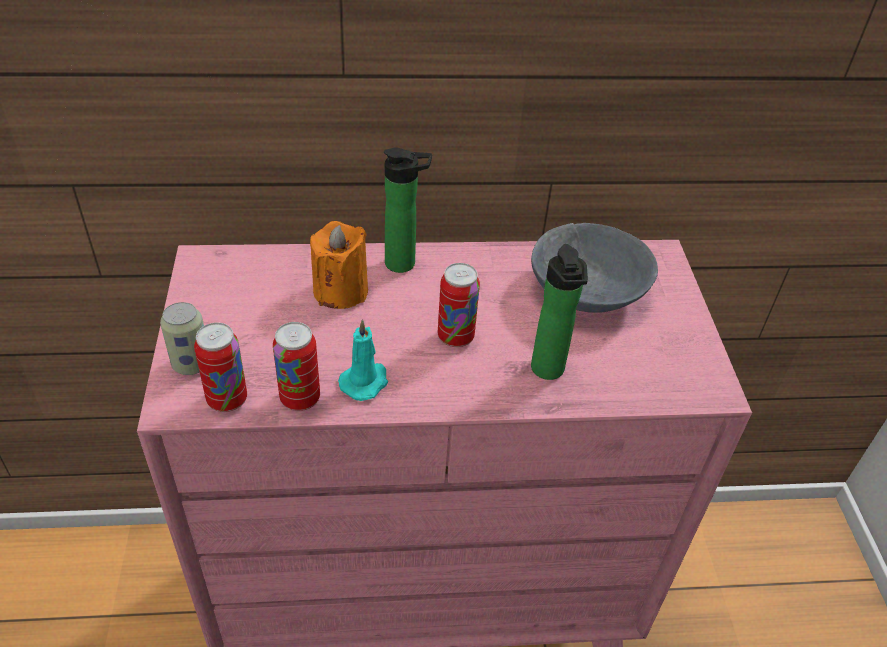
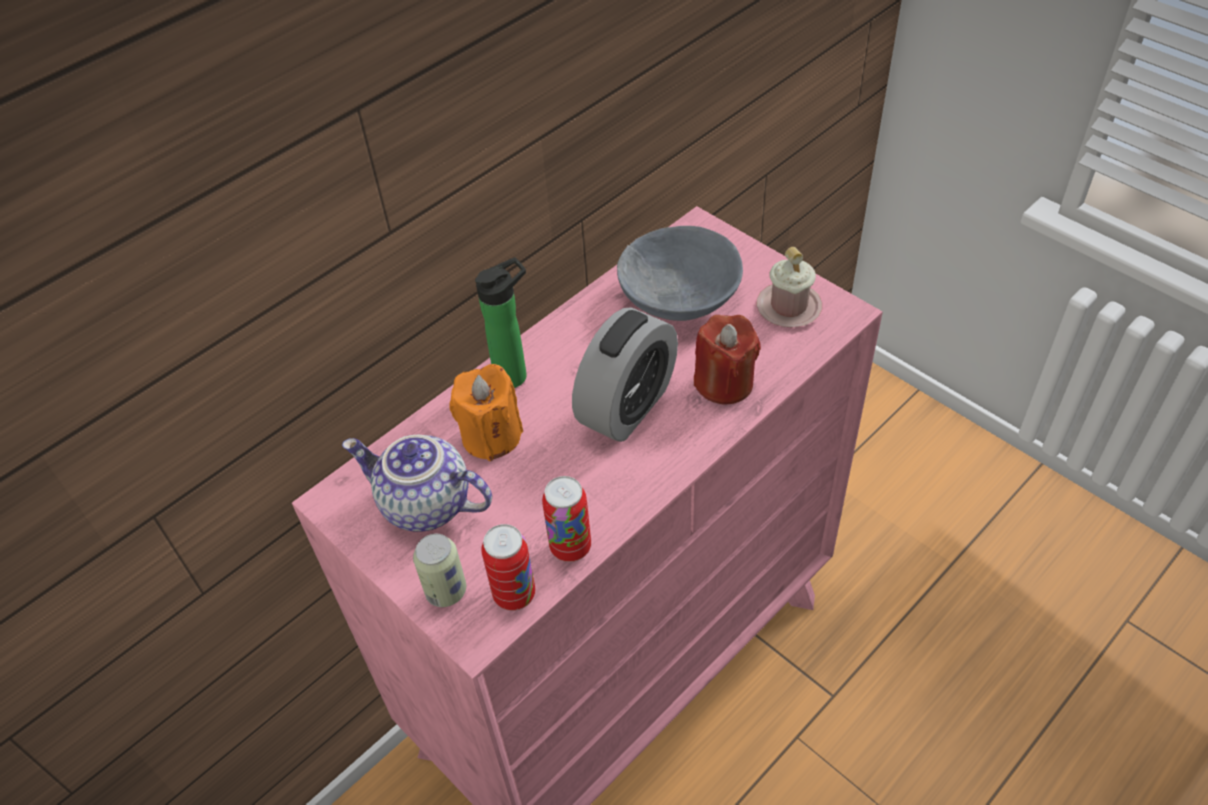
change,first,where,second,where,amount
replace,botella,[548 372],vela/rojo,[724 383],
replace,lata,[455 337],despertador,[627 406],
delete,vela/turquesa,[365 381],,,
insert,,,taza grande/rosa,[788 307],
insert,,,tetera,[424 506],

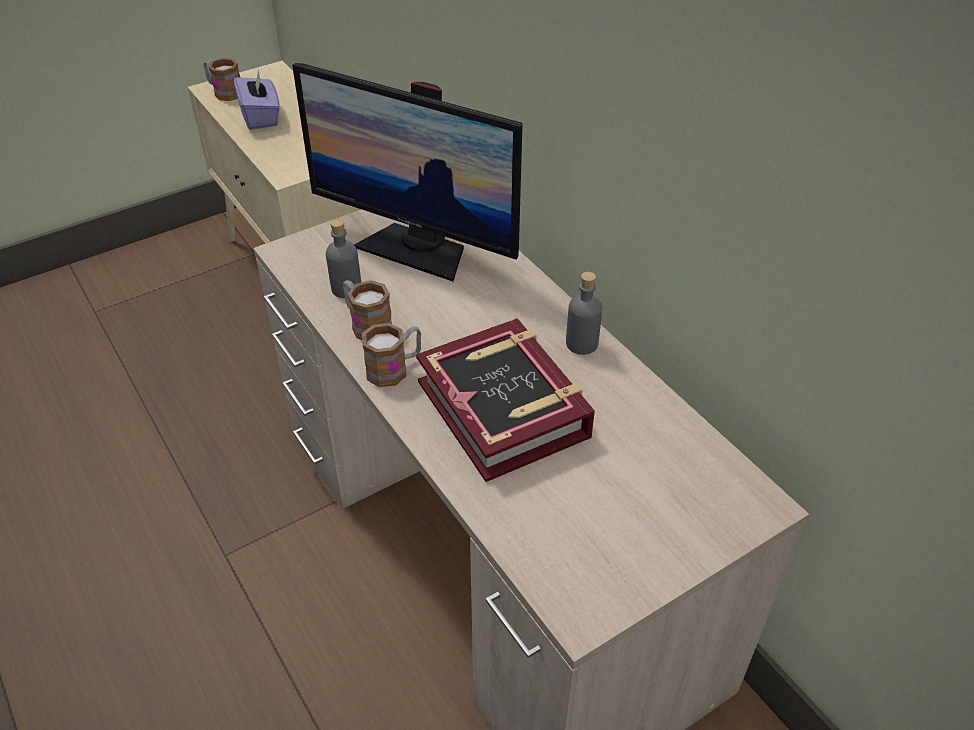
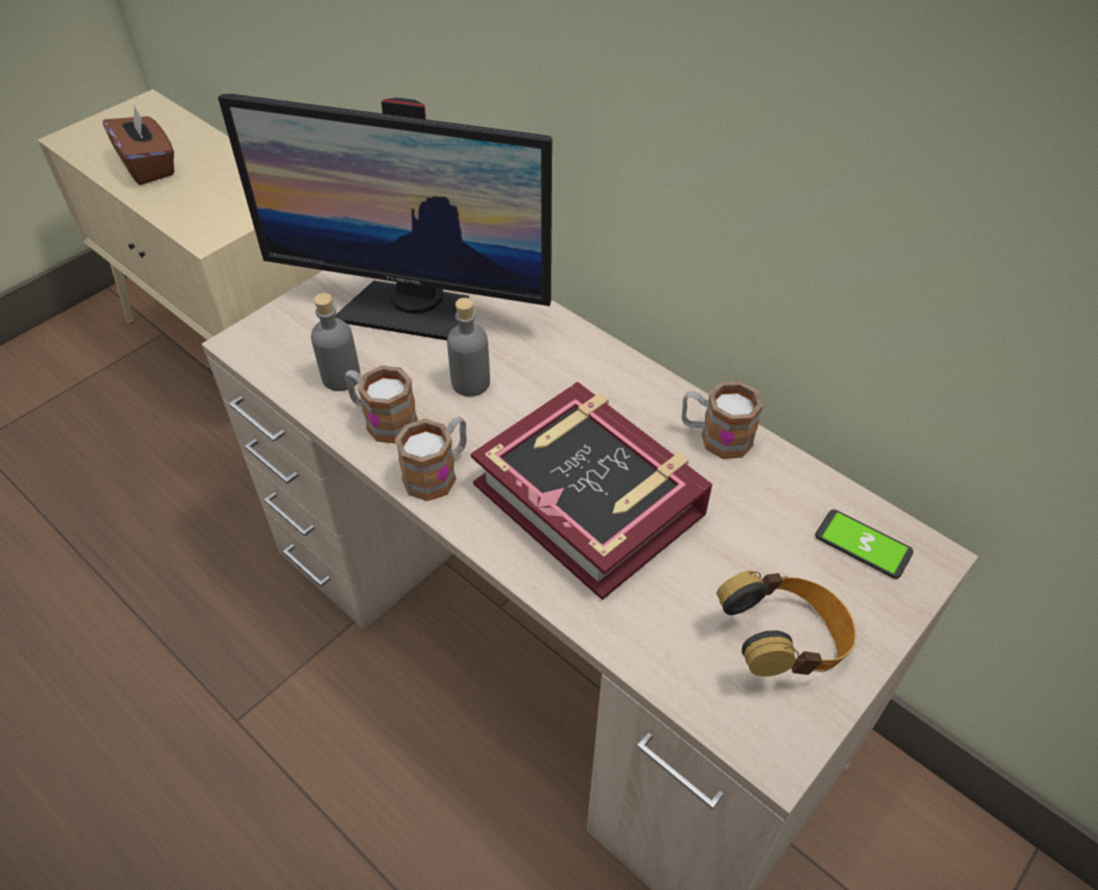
change,first,where,second,where,amount
move,taza grande,[224 92],,[715 437],
recolor,caja de pañuelos/morado,[261 117],caja de pañuelos/marrón,[149 166],
move,botella/gris,[581 343],,[470 382],
insert,,,móvil,[863 545],
insert,,,auriculares,[784 643],

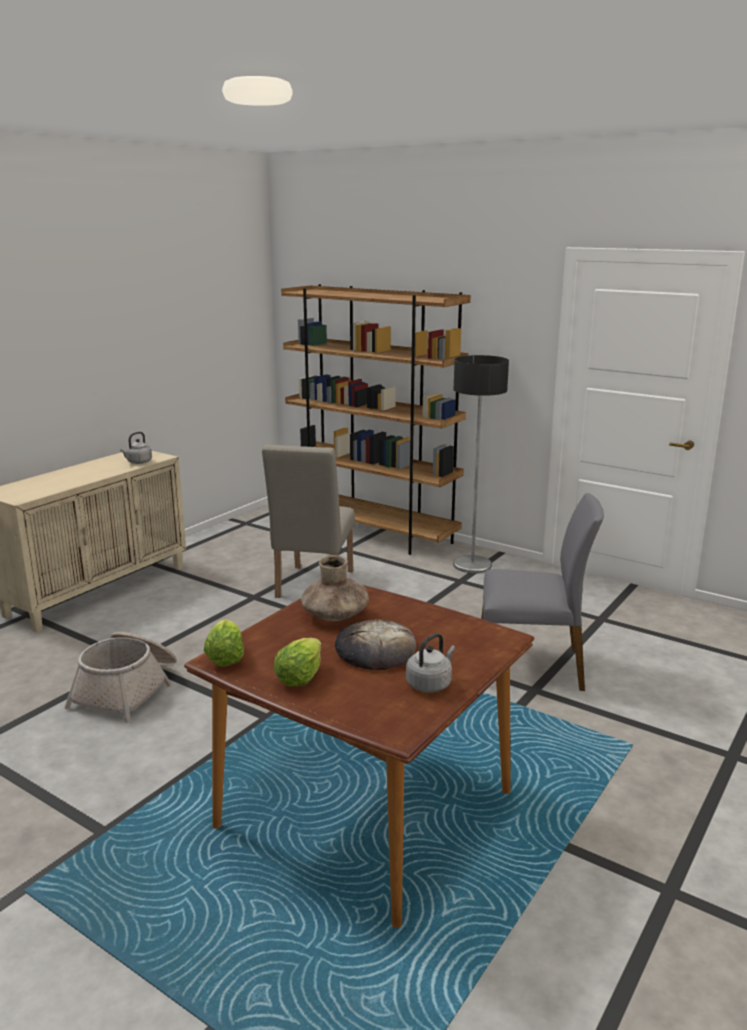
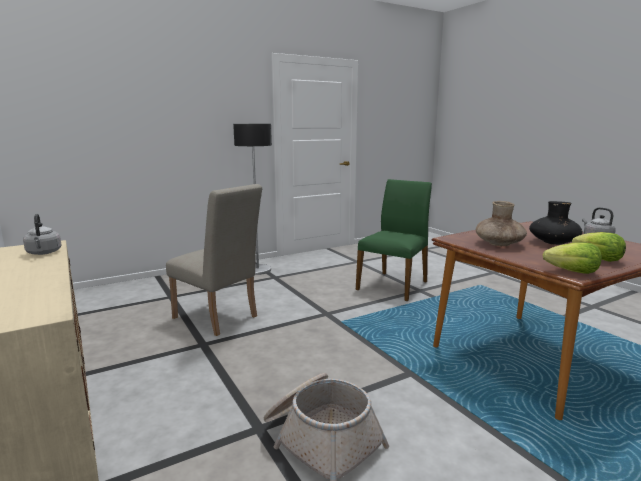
change,first,where,second,where,amount
delete,estantería/marrón,[373 533],,,
recolor,silla/gris,[530 665],silla/verde,[393 285],
replace,pan,[375 650],florero/negro,[553 242],

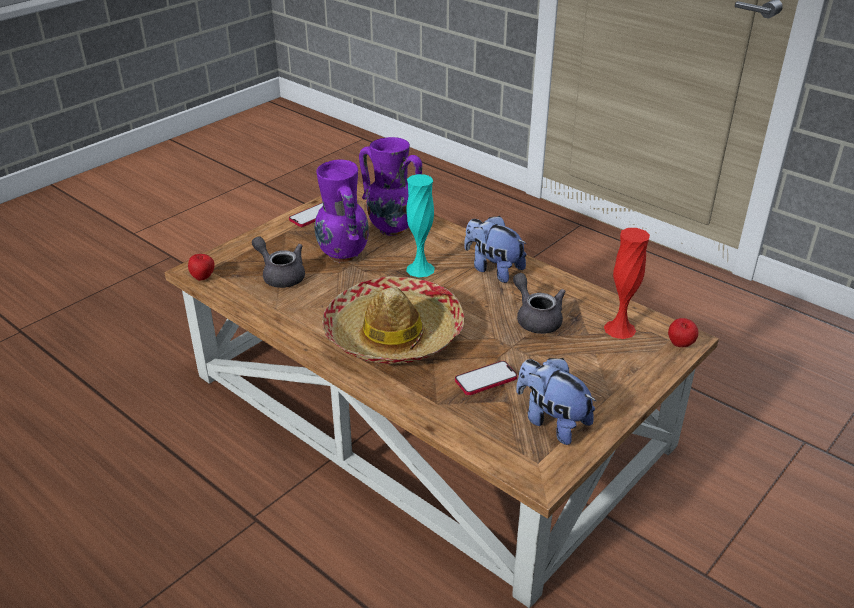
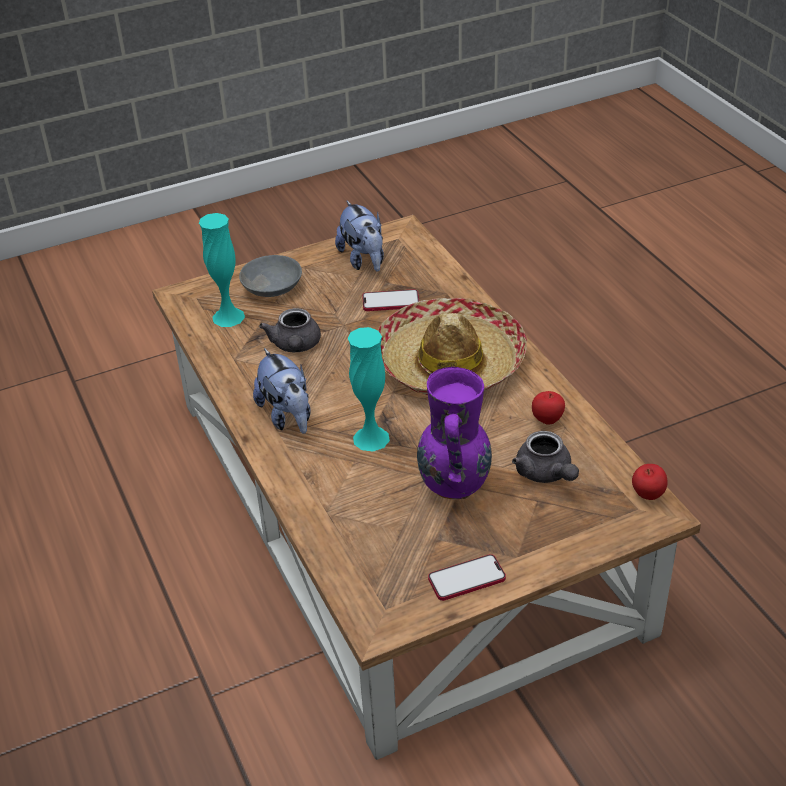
change,first,where,second,where,amount
delete,florero/morado,[392 229],,,
recolor,florero/rojo,[619 329],florero/turquesa,[228 317],
move,manzana,[680 345],,[547 420],
insert,,,cuenco/gris,[271 286],

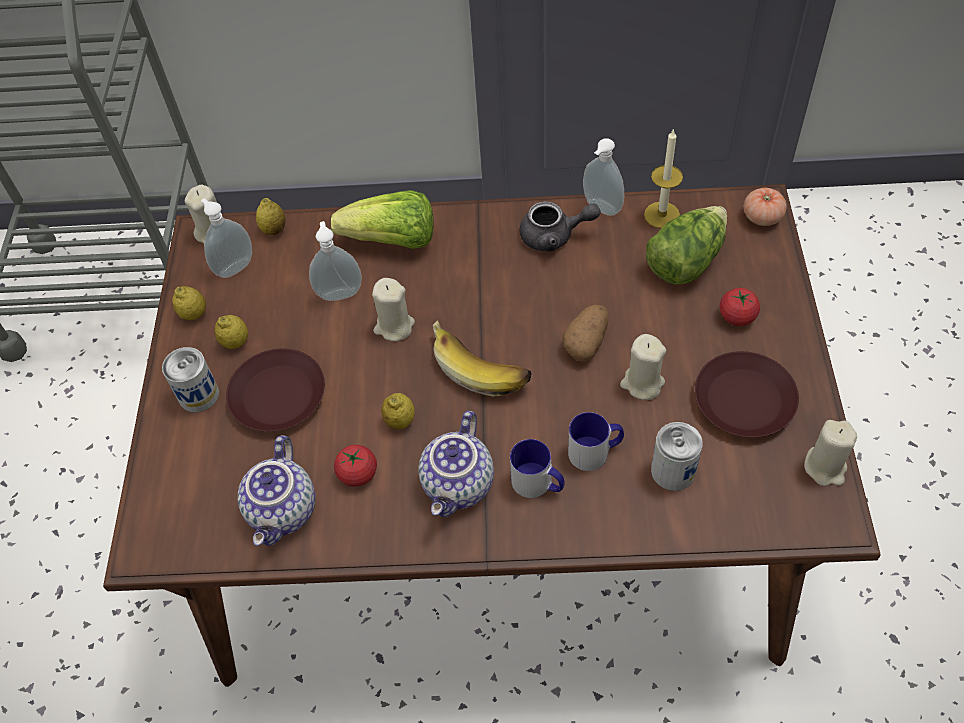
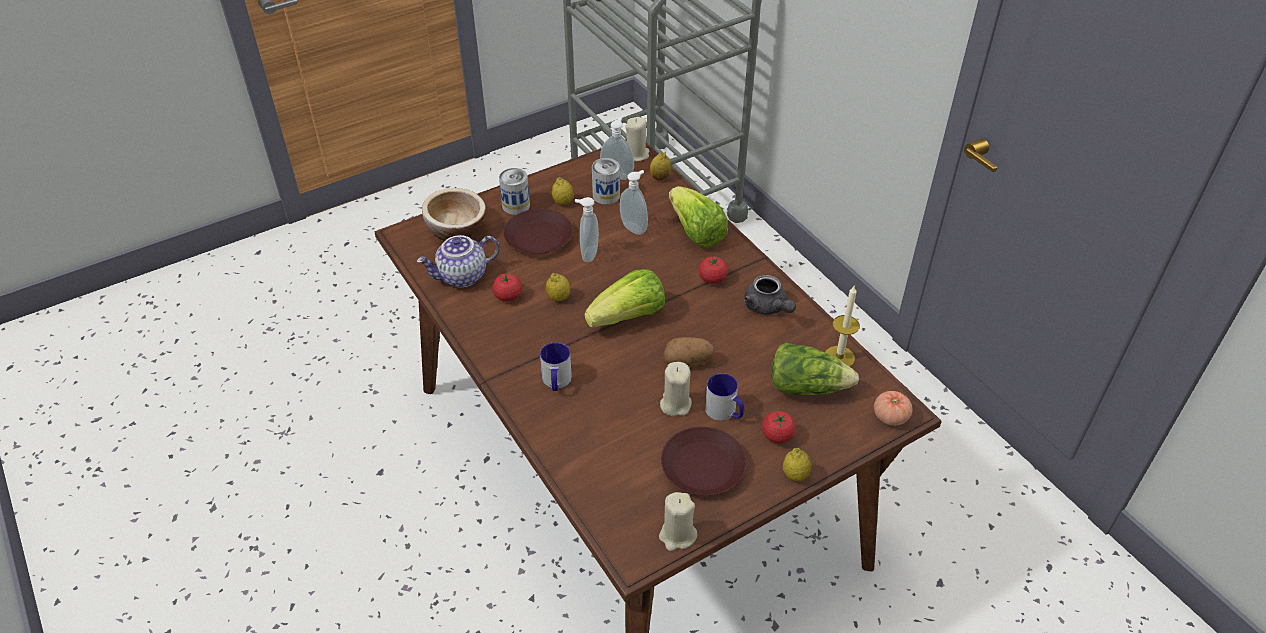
change,first,where,second,where,amount
move,dispensador de jabón,[600 209],,[588 254],
delete,vela/beis,[394 326],,,
move,limón,[194 314],,[795 475],
replace,plátano,[482 365],lechuga,[628 317],
delete,tetera,[460 485],,,
move,taza grande,[595 451],,[725 412],
move,lata,[673 471],,[606 195],
insert,,,cuenco,[456 229],
insert,,,tomate,[712 279],

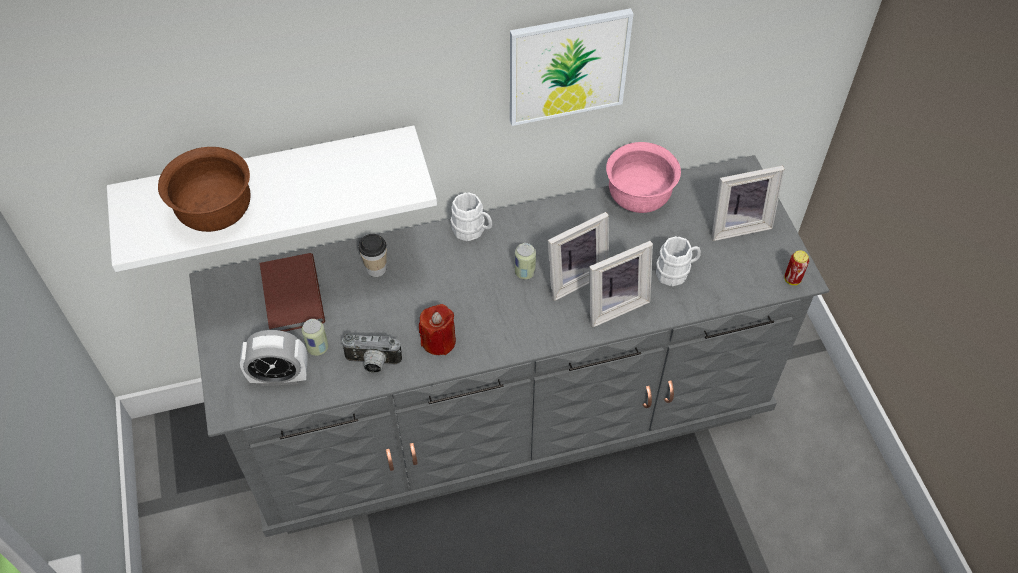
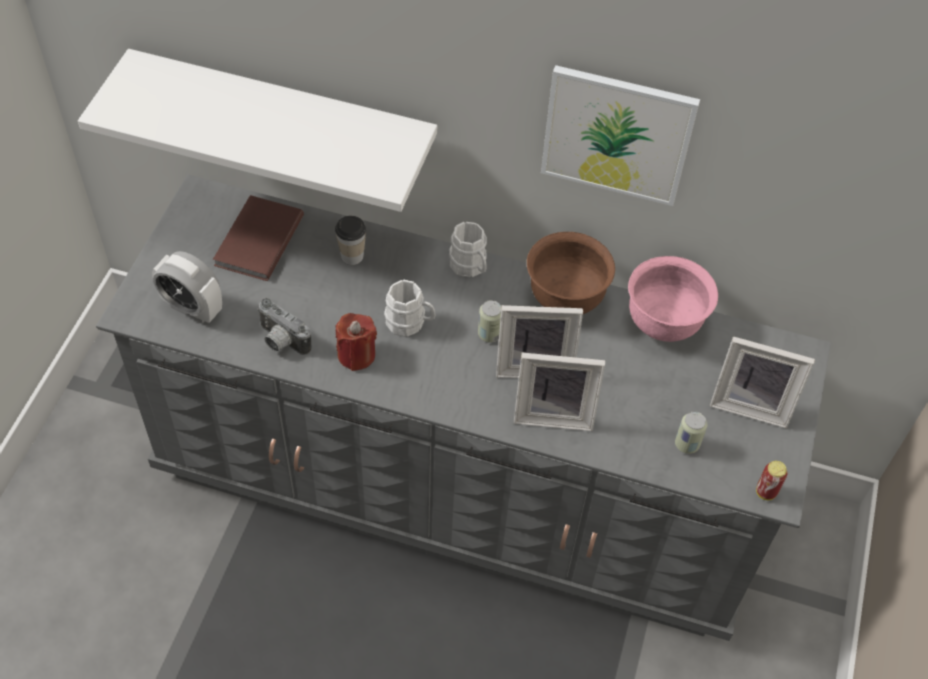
change,first,where,second,where,amount
move,cuenco/marrón,[216 214],,[565 298],
move,taza grande/blanco,[676 272],,[410 323],
move,lata,[318 348],,[687 444],

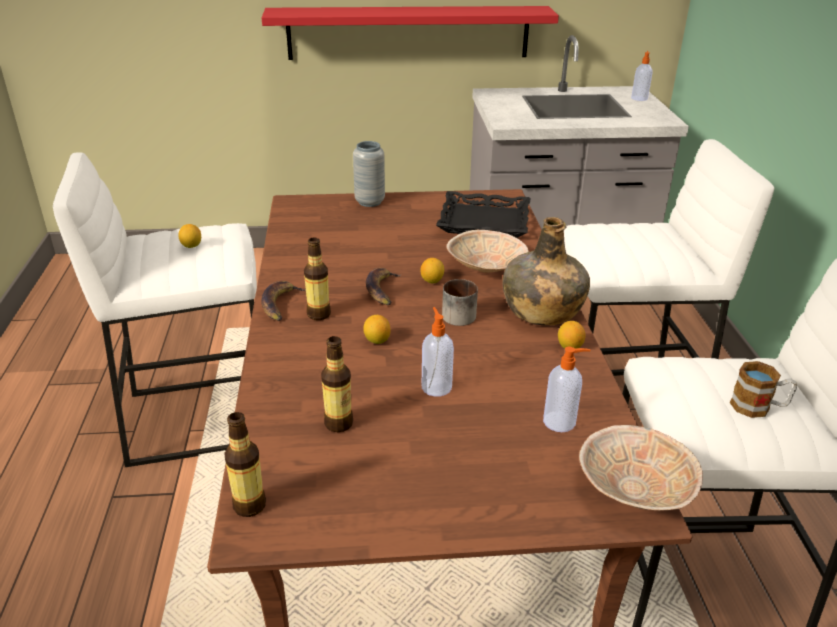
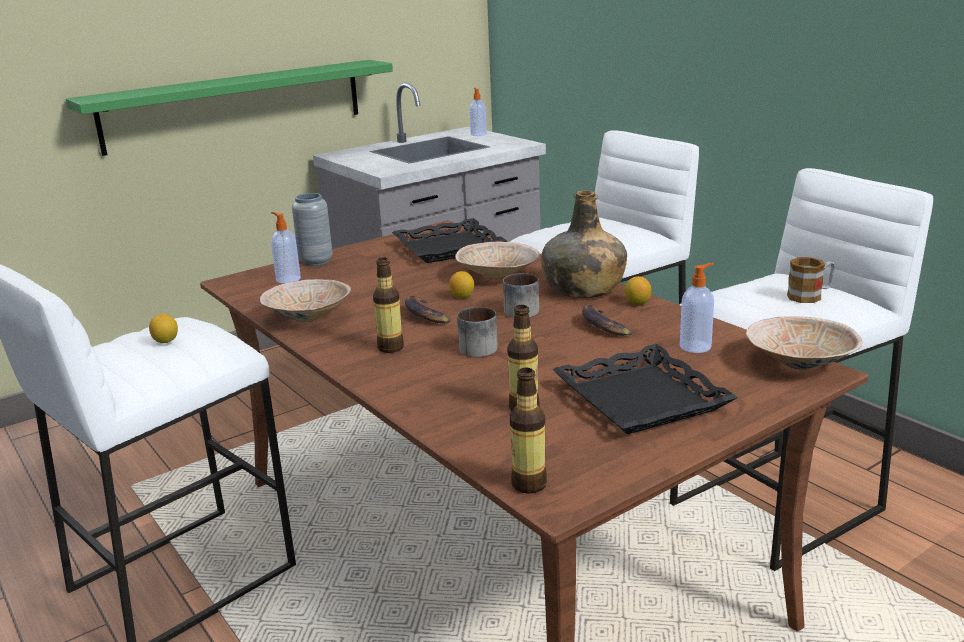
change,first,where,second,where,amount
recolor,estante/rojo,[408 32],estante/verde,[235 105],
move,plátano,[280 304],,[603 326],
move,dispensador de jabón,[436 386],,[288 279],
replace,limón,[377 340],taza grande,[474 347],
insert,,,cuenco/beis,[308 317],
insert,,,bandeja/negro,[642 399],

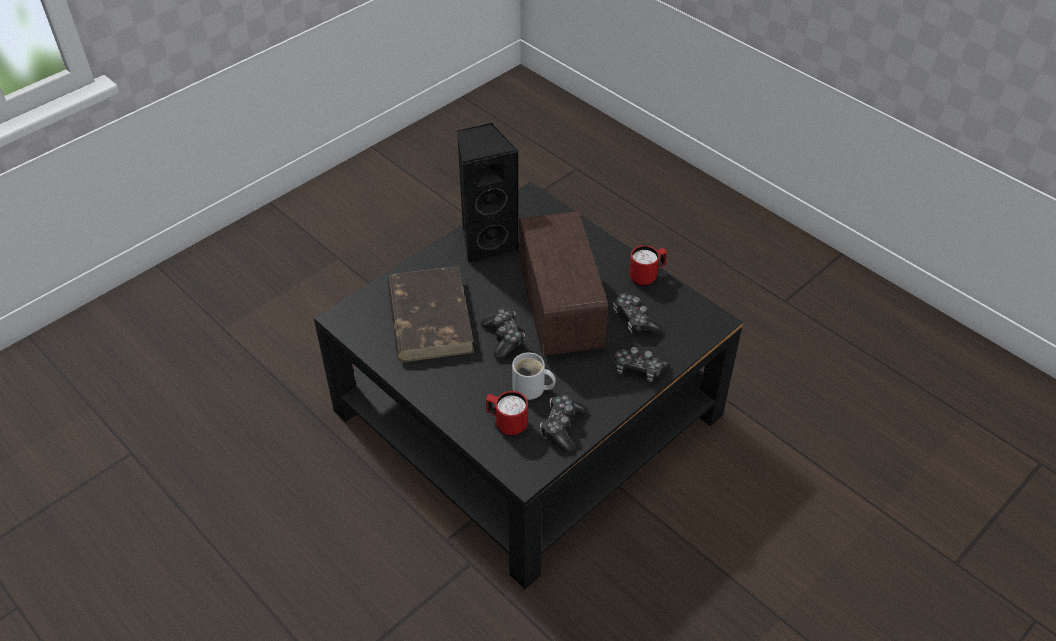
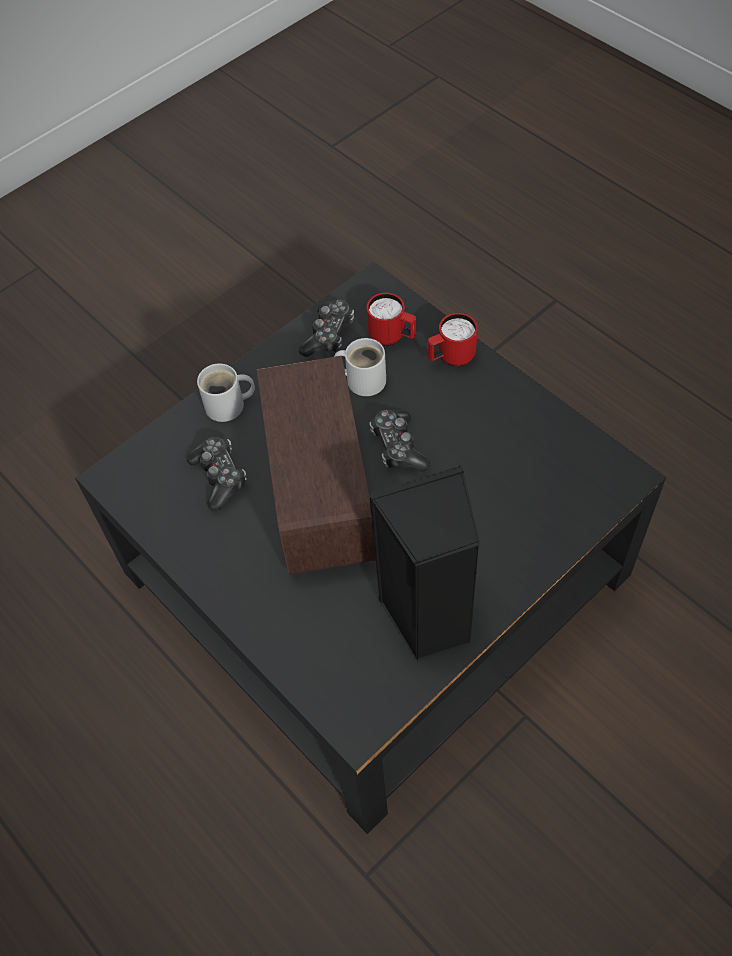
change,first,where,second,where,amount
move,taza grande/rojo,[646 277],,[451 358],
delete,libro/marrón,[429 317],,,
replace,mando de consola,[638 369],taza grande/blanco,[229 406],

